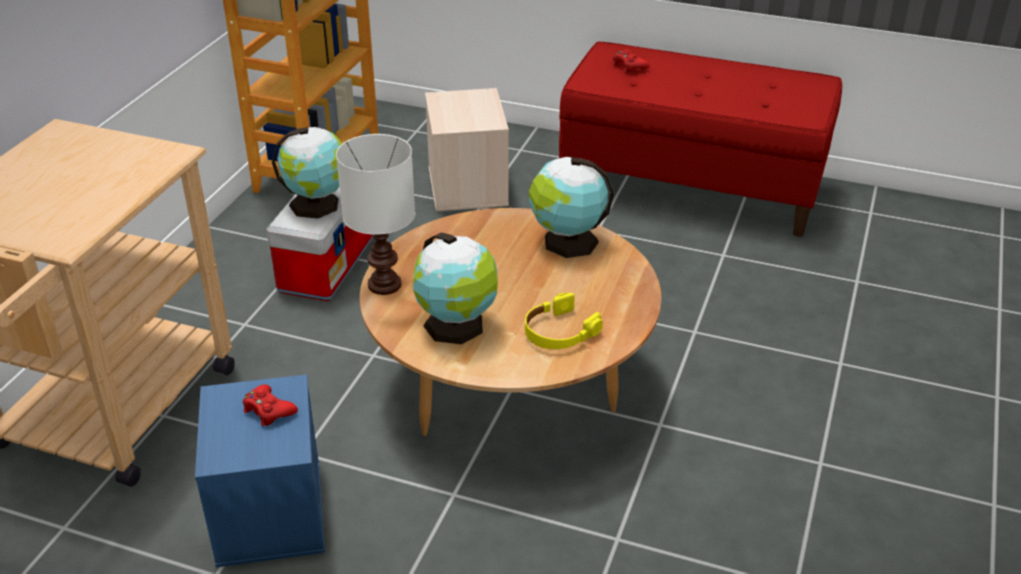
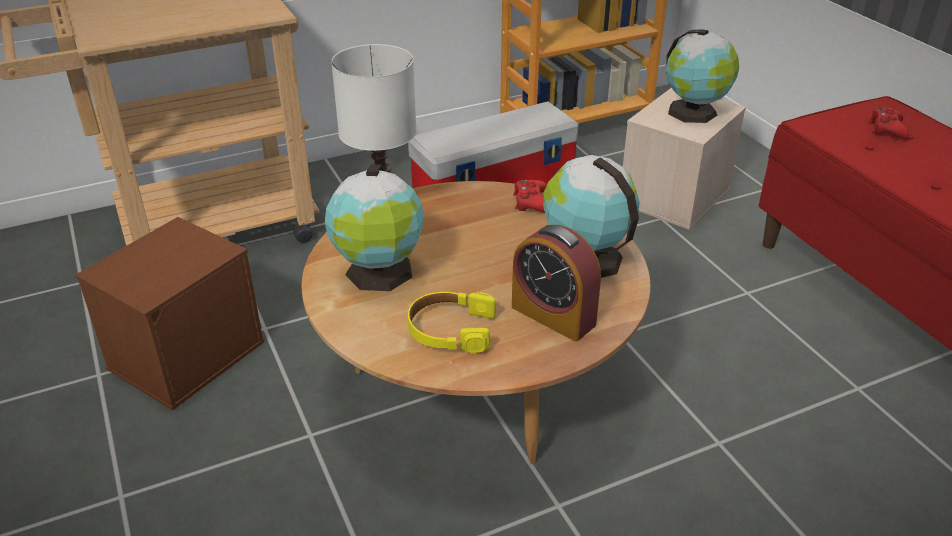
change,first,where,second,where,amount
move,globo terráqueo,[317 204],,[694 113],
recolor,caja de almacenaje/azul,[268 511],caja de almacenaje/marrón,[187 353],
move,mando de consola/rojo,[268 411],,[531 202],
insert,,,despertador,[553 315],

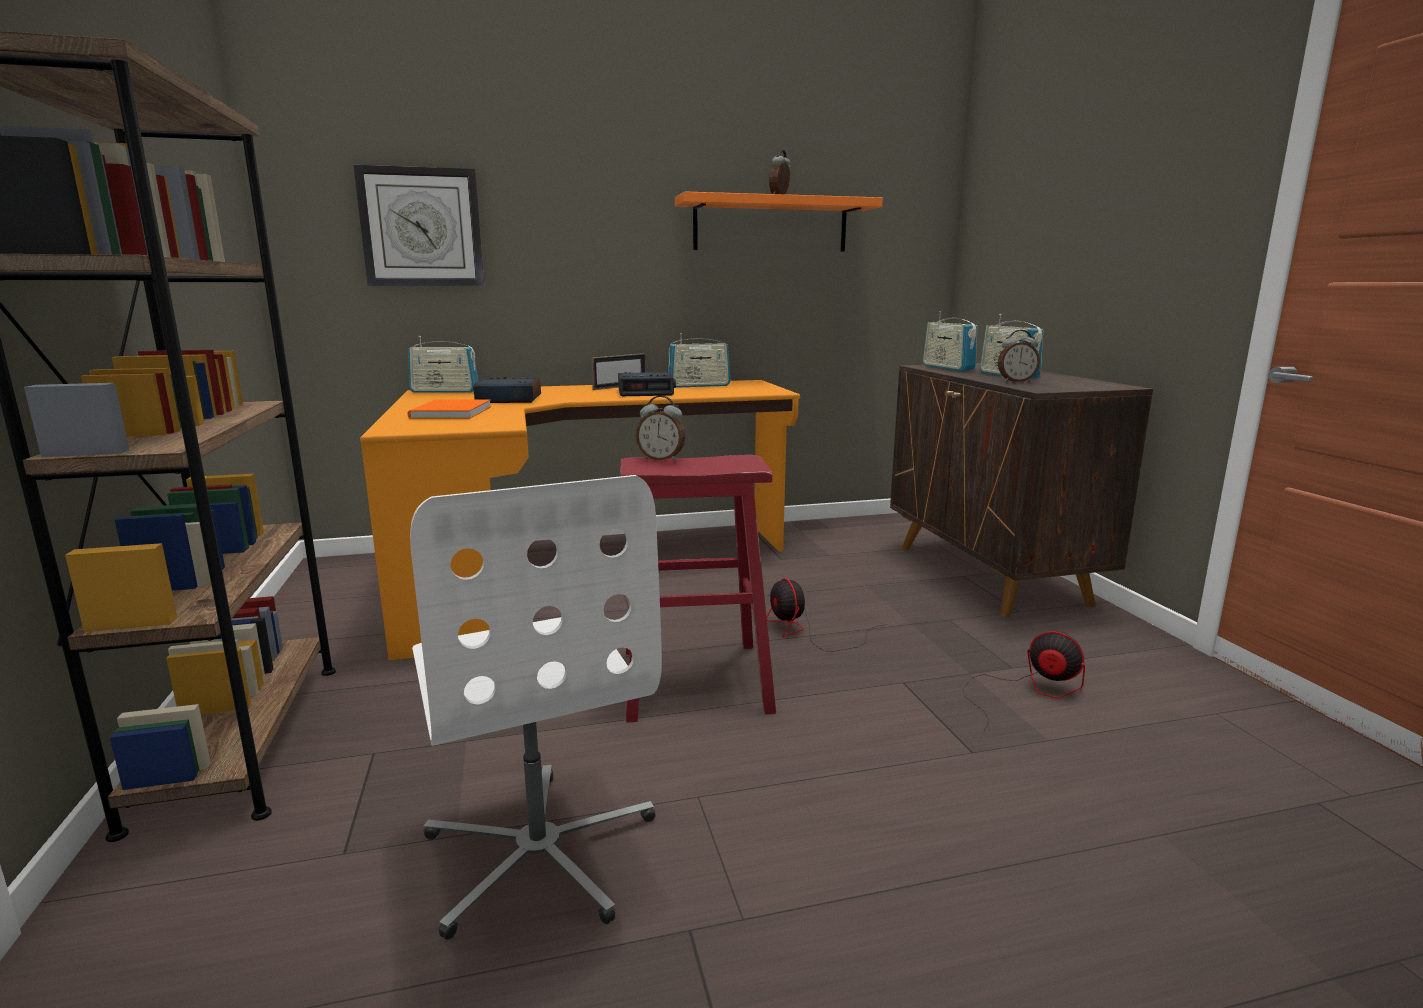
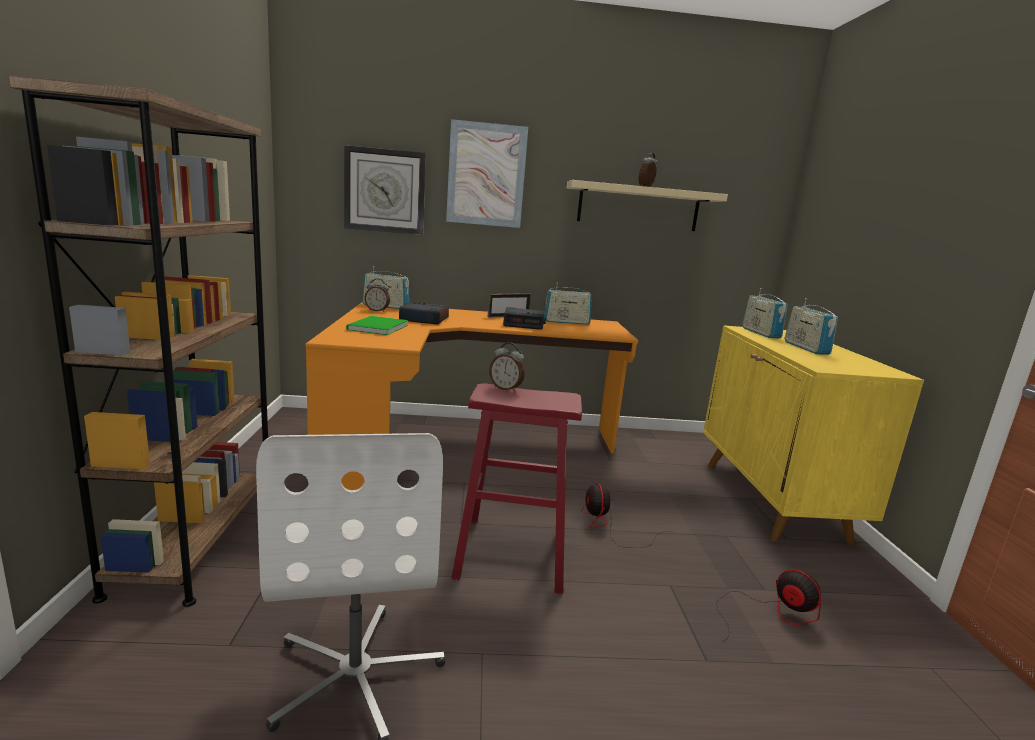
change,first,where,second,where,amount
recolor,estante/naranja,[770 225],estante/beis,[638 207],
move,despertador,[1016 381],,[377 311],
recolor,armario/marrón,[990 574],armario/amarillo,[772 501],
recolor,libro/naranja,[448 413],libro/verde,[376 327],
insert,,,cuadro,[486 175],

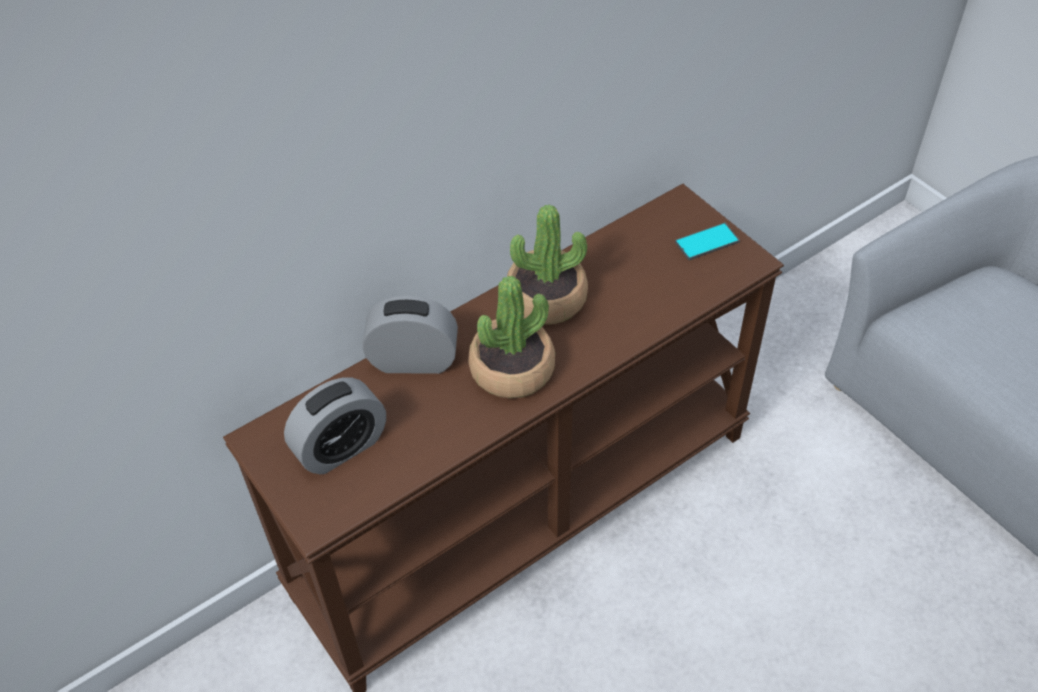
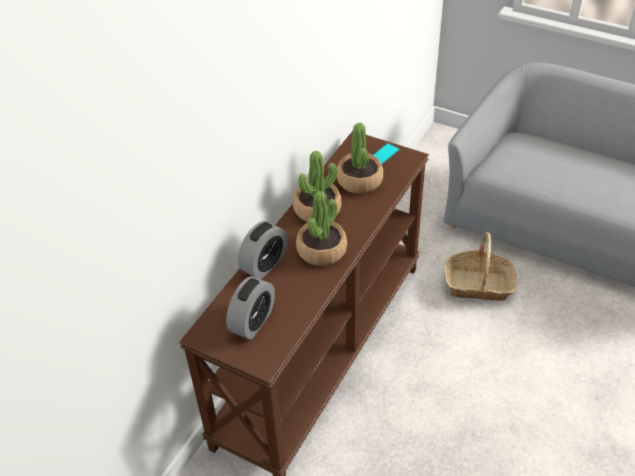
change,first,where,second,where,amount
rotate,despertador,[413 360],,[264 264],150 degrees clockwise
insert,,,planta en maceta,[359 180],
insert,,,cesta,[478 285],

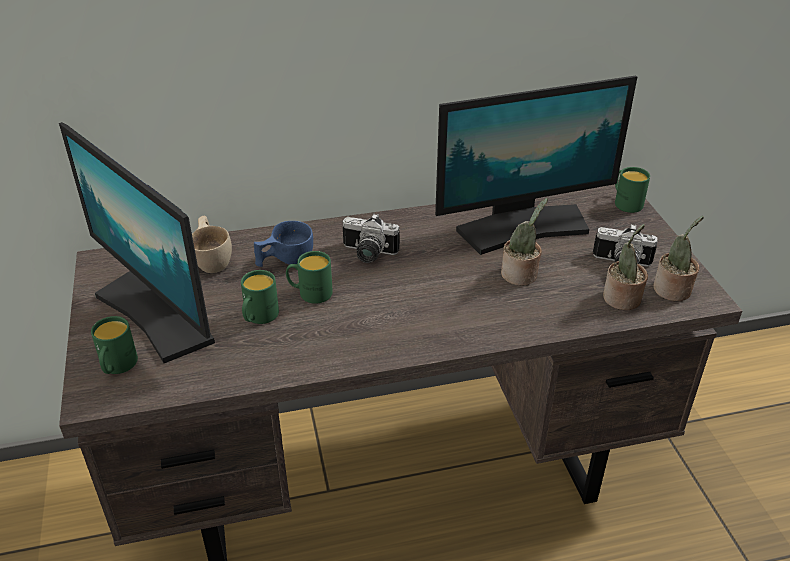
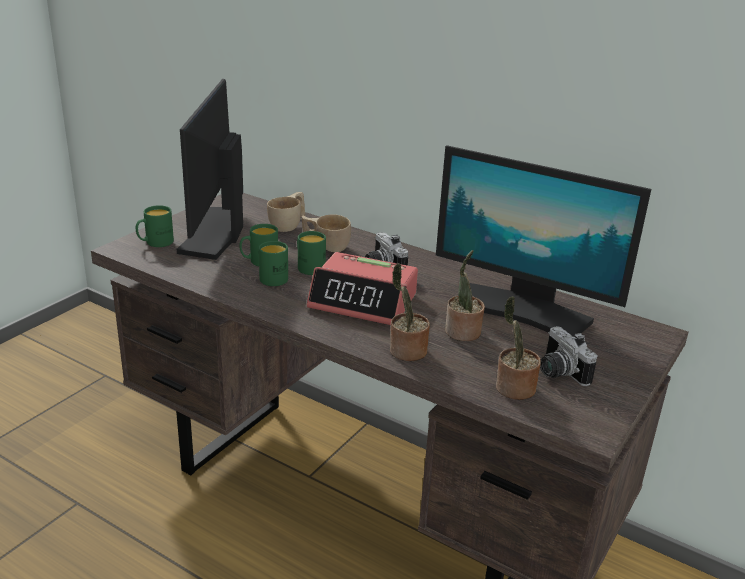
change,first,where,second,where,amount
move,taza grande/verde,[625 202],,[276 277],
move,planta en maceta,[672 291],,[406 351],
recolor,taza/azul,[285 261],taza/beis,[326 245],
insert,,,despertador,[363 301],

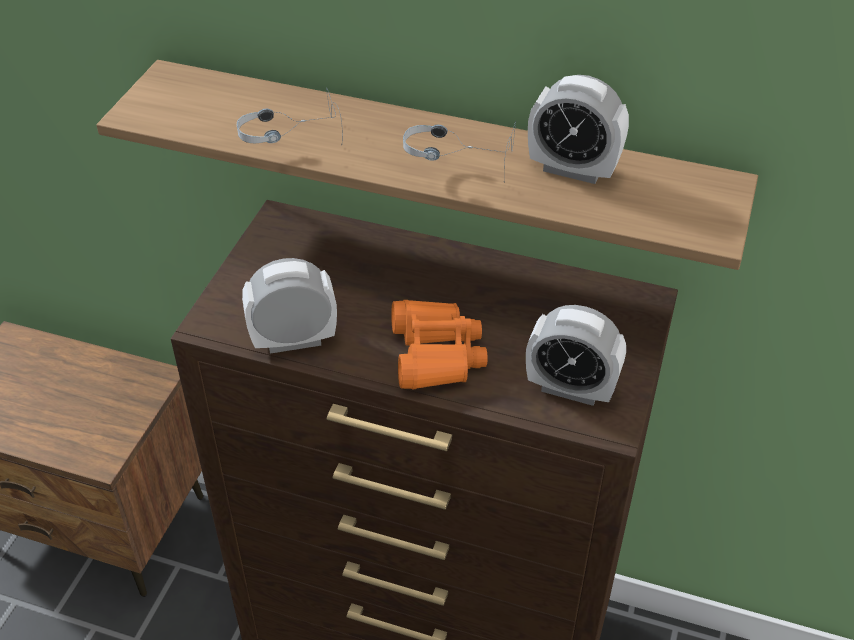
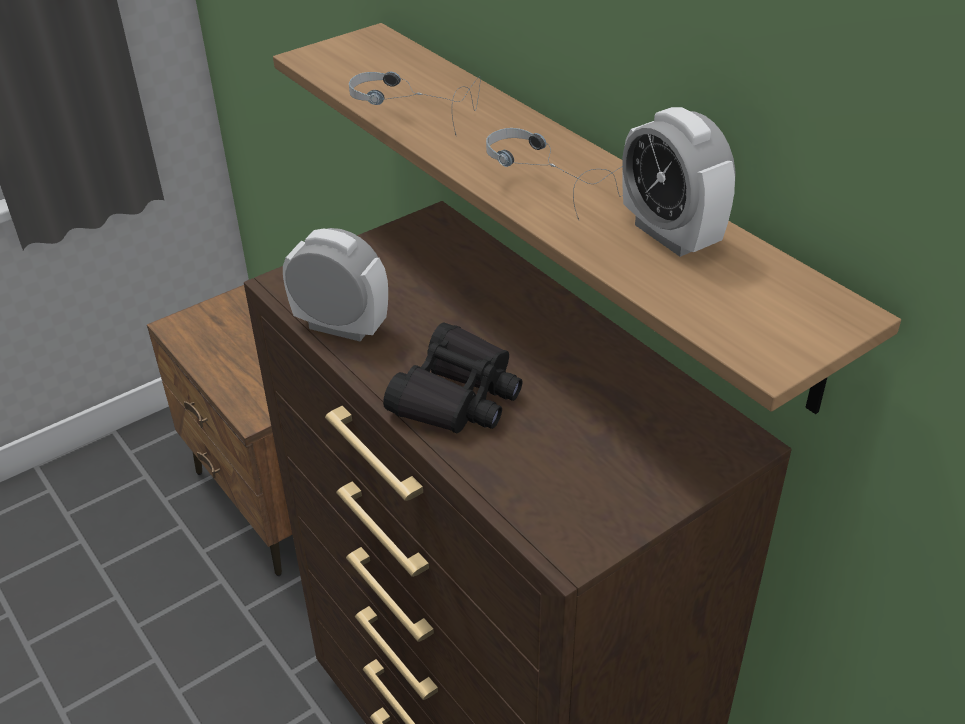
change,first,where,second,where,amount
recolor,prismáticos/naranja,[436 354],prismáticos/negro,[457 396],
delete,despertador,[570 389],,,

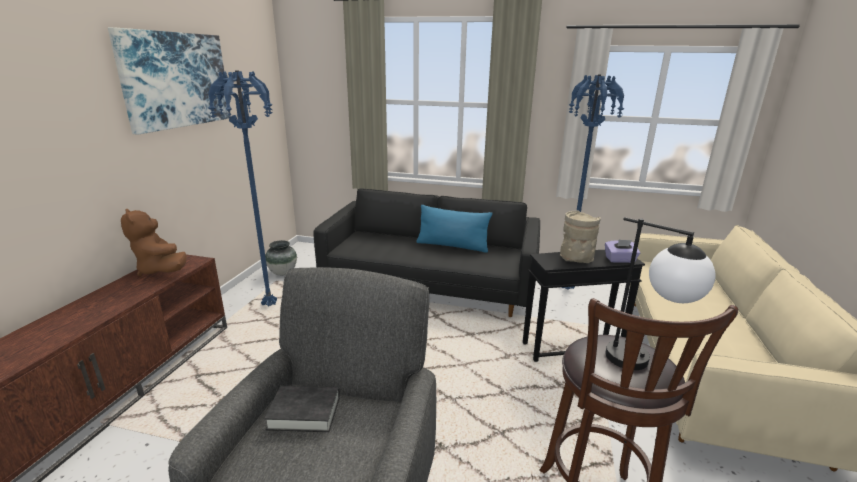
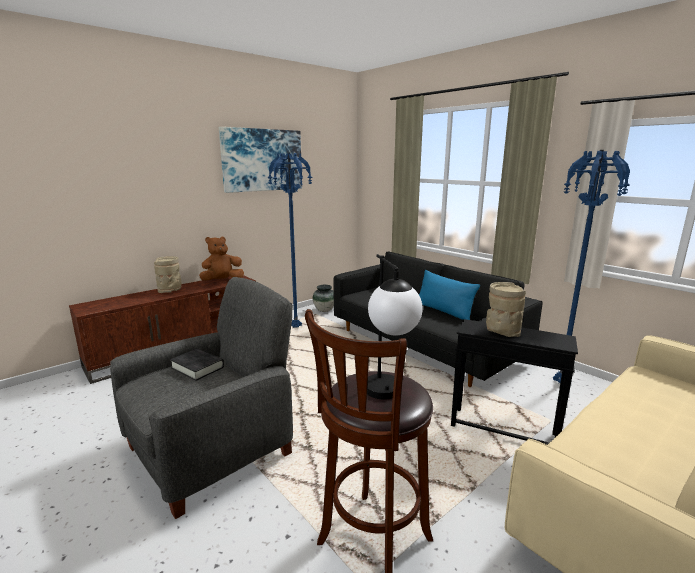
change,first,where,second,where,amount
rotate,peluche/marrón,[161 270],,[222 281],60 degrees clockwise
delete,caja de pañuelos/morado,[620 260],,,
insert,,,florero/beis,[170 290],

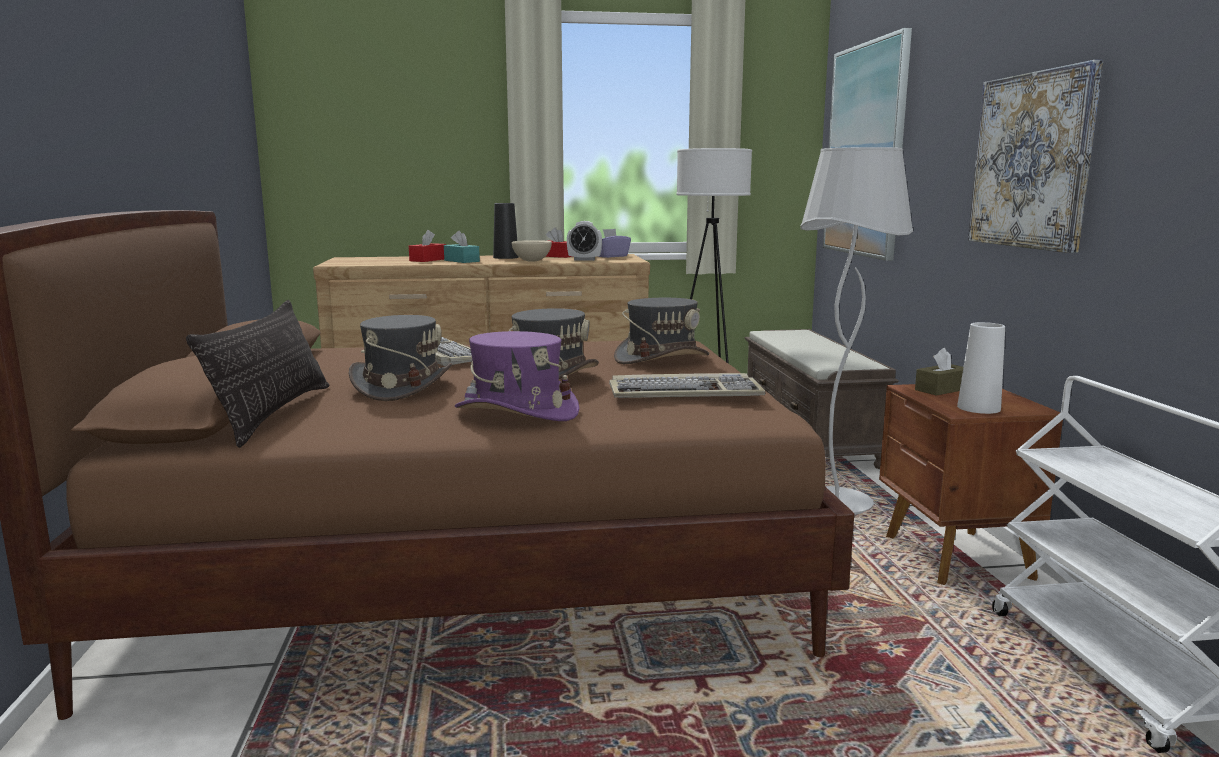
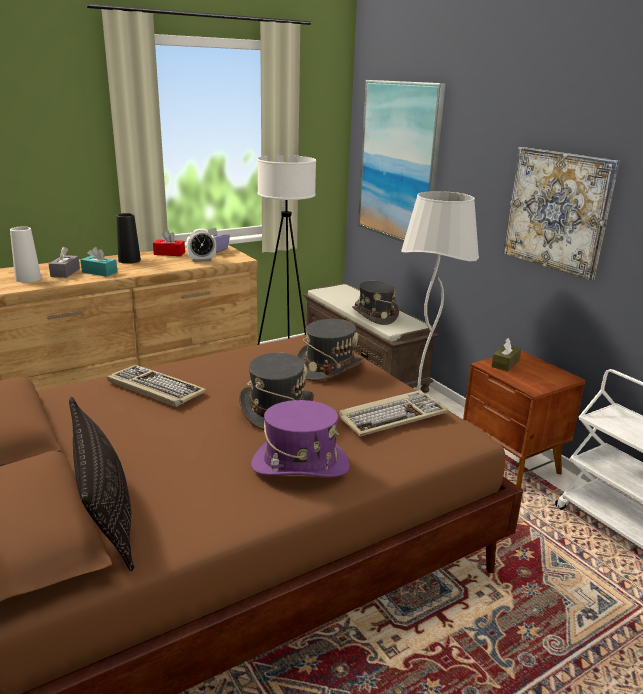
change,first,where,second,where,amount
recolor,caja de pañuelos/rojo,[428 260],caja de pañuelos/gris,[65 272],
delete,cuenco/beis,[531 261],,,
move,sombrero/gris,[402 386],,[374 315],
move,florero/blanco,[978 408],,[28 278],

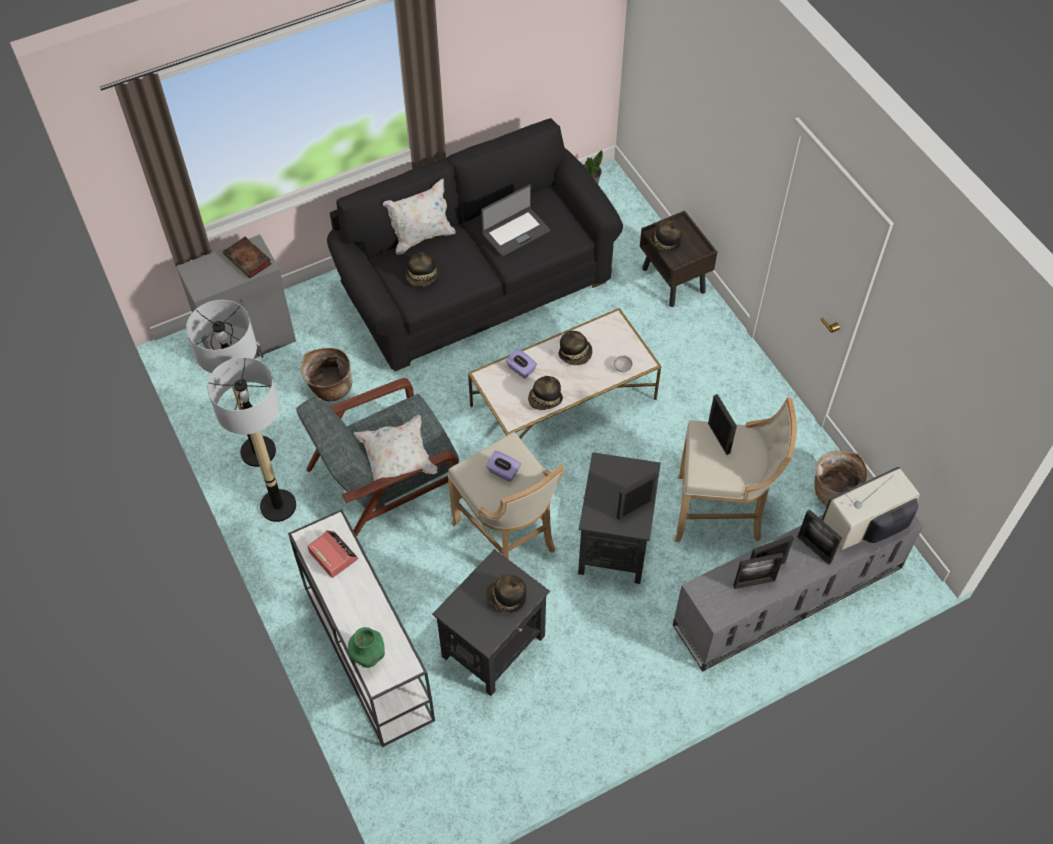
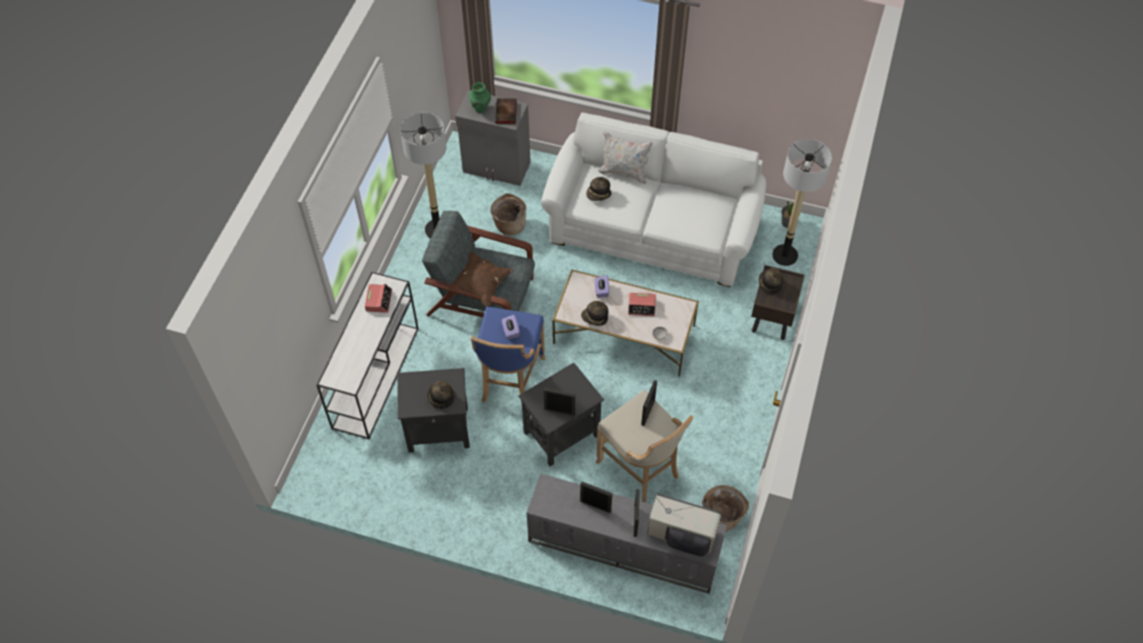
change,first,where,second,where,amount
recolor,sofá/negro,[476 285],sofá/blanco,[652 230],
delete,portátil,[515 232],,,
replace,sombrero,[575 354],despertador,[642 307],
move,lámpara de pie,[278 506],,[784 255],
recolor,cojín/blanco,[397 461],cojín/marrón,[480 285],
recolor,taburete/beis,[508 537],taburete/azul,[510 381],
delete,portarretratos,[754 583],,,
move,florero/verde,[369 659],,[480 108],

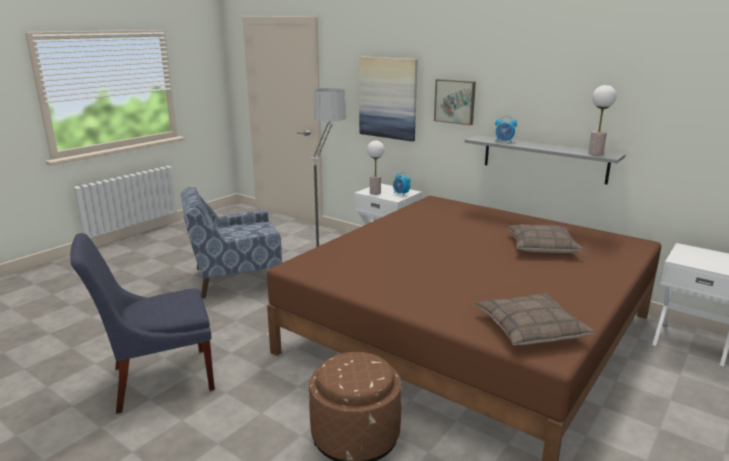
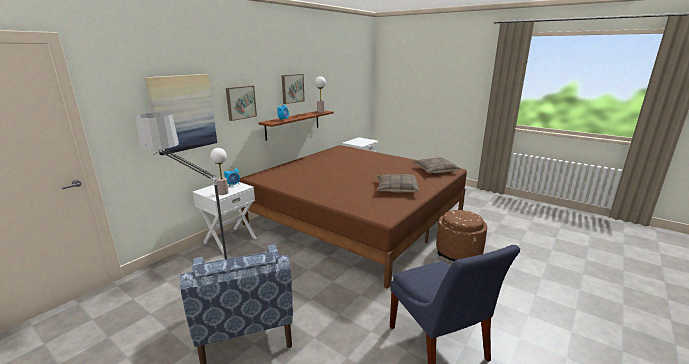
change,first,where,second,where,amount
recolor,estante/gris,[544 159],estante/marrón,[293 124],
move,cojín,[541 246],,[396 188],
insert,,,cuadro,[292 88],

